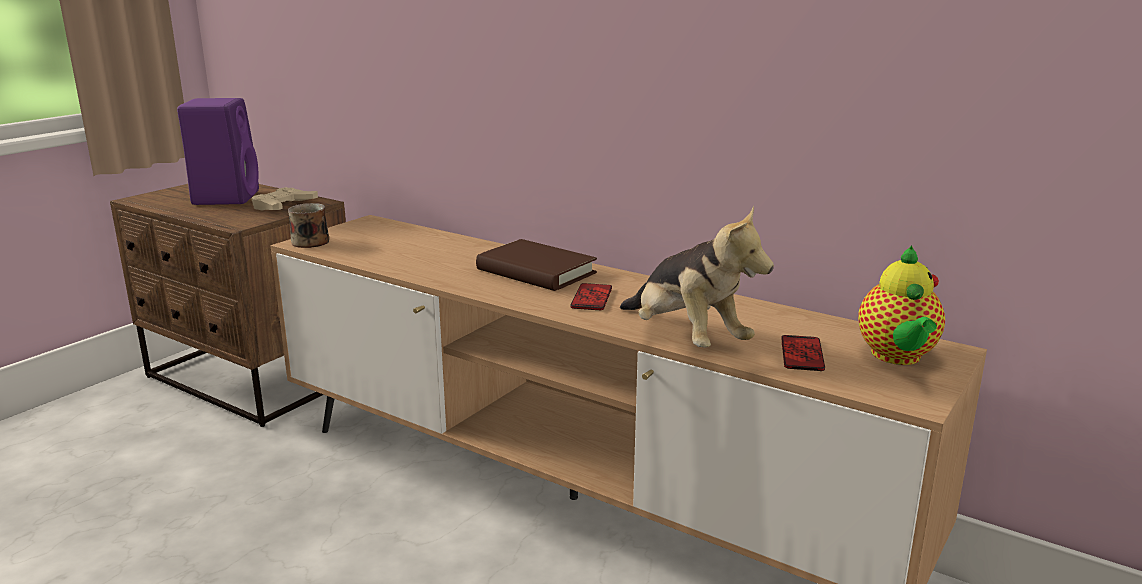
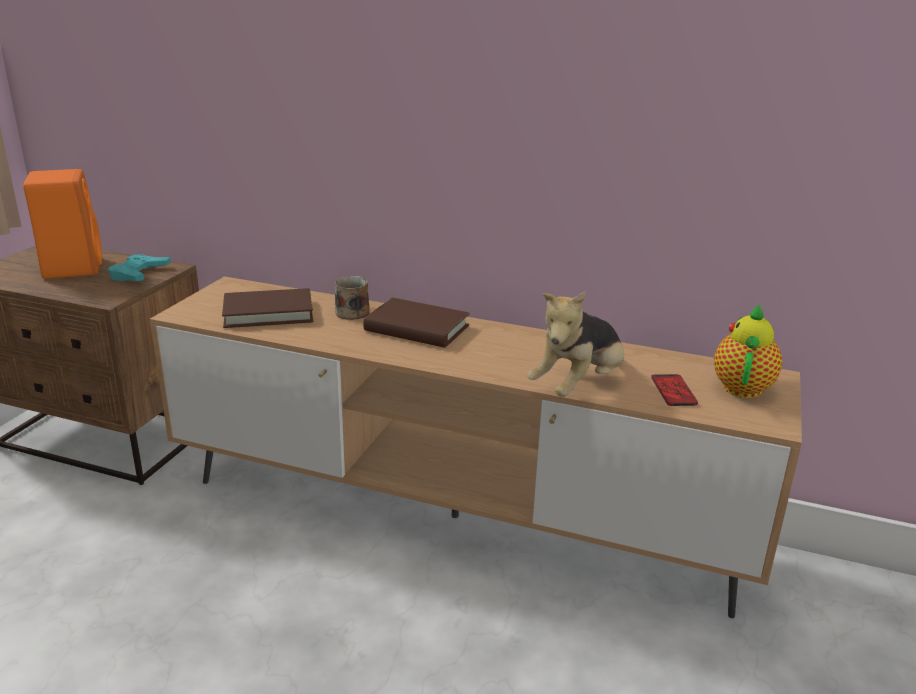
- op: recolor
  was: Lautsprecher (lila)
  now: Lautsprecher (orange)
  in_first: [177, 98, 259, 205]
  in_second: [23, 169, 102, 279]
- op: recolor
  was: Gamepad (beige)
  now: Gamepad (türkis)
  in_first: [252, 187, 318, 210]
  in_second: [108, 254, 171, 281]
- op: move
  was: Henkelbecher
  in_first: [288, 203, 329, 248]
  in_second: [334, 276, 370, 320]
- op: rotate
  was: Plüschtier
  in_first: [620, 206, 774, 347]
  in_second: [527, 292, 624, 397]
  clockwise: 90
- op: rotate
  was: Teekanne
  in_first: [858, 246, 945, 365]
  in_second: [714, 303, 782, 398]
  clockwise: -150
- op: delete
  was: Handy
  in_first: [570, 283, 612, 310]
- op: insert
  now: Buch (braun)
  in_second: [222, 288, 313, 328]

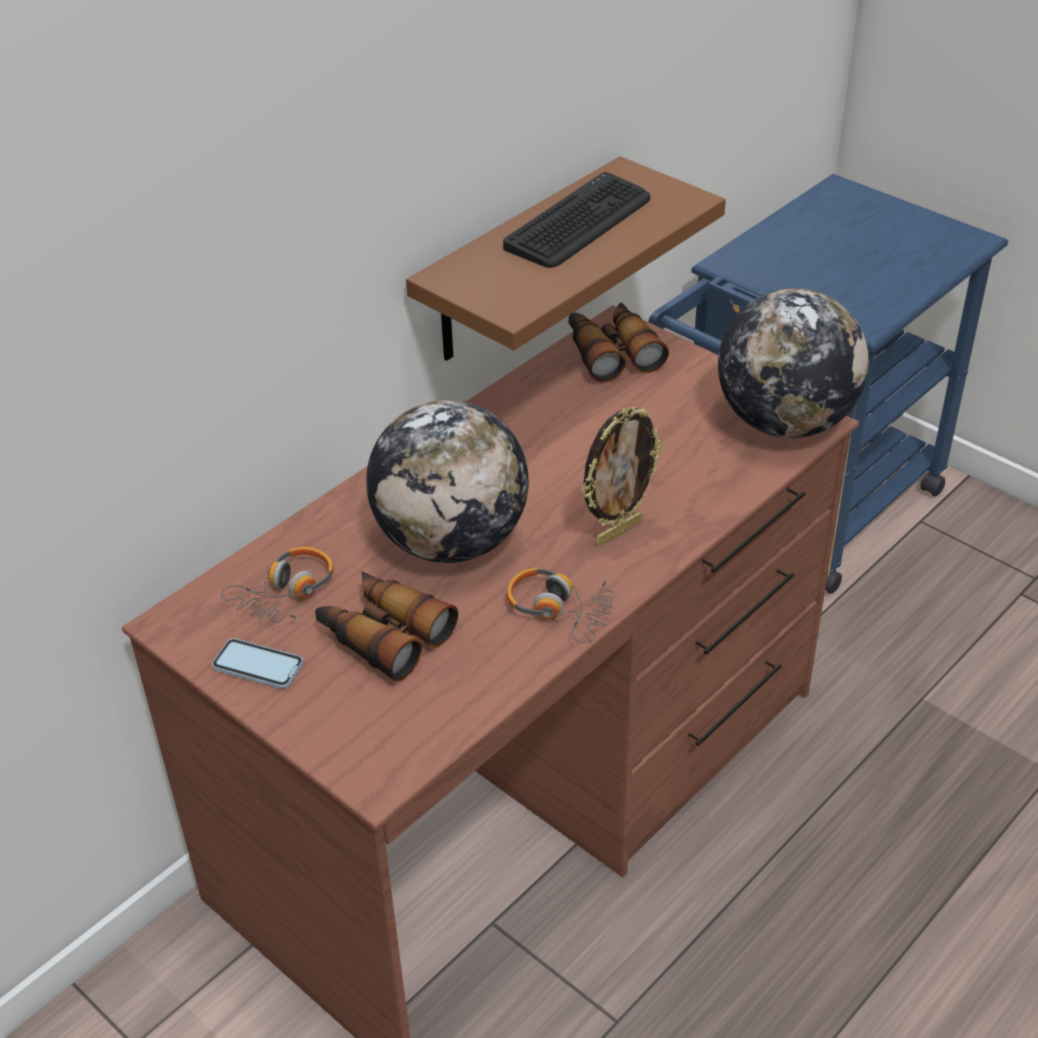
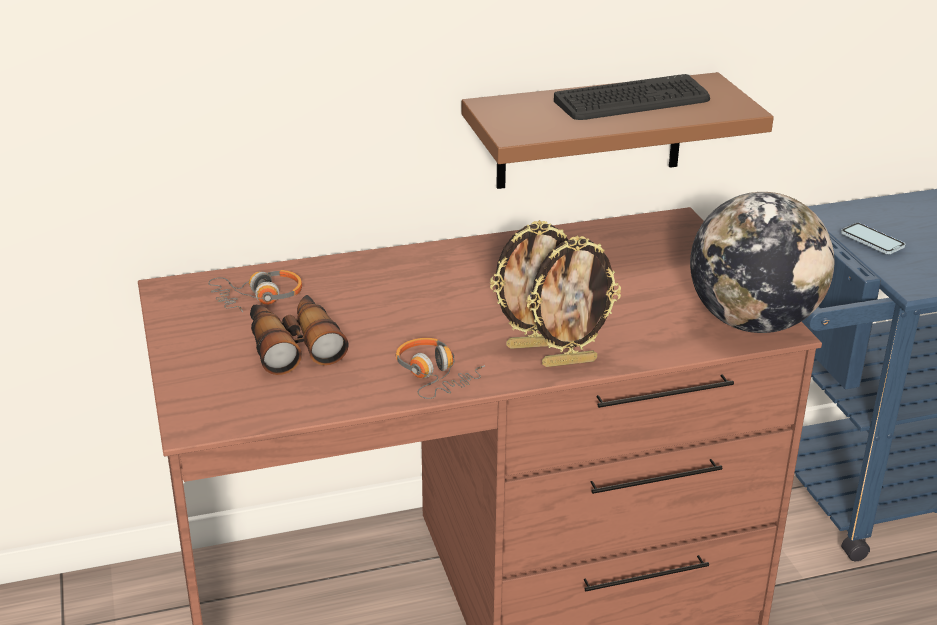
- op: delete
  was: Fernglas
  in_first: [568, 303, 669, 383]
- op: delete
  was: Globus
  in_first: [366, 400, 529, 563]
- op: move
  was: Handy
  in_first: [212, 638, 304, 689]
  in_second: [841, 223, 905, 254]
- op: insert
  now: Bilderrahmen
  in_second: [527, 236, 621, 367]

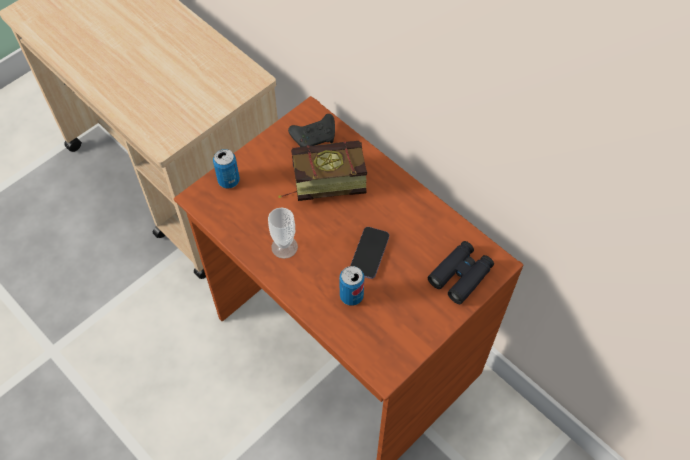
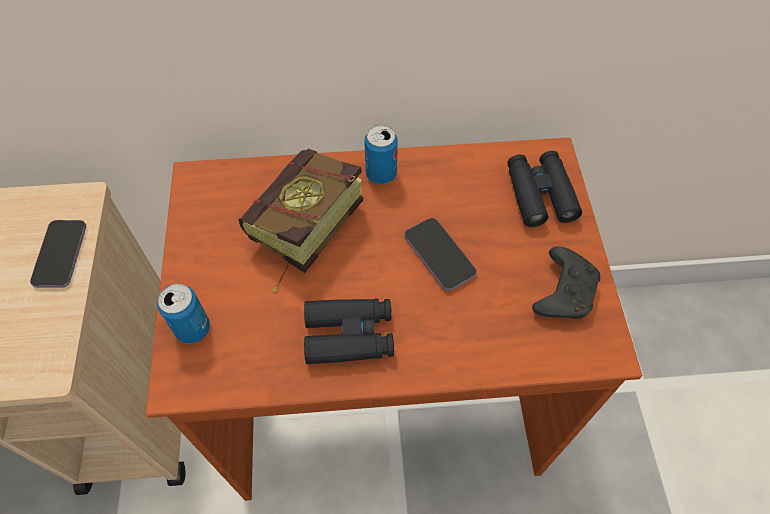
- op: move
  was: Gamepad (schwarz)
  in_first: [288, 114, 335, 147]
  in_second: [532, 246, 600, 319]
- op: replace
  was: Tasse
  now: Fernglas (schwarz)
  in_first: [268, 207, 298, 259]
  in_second: [304, 299, 394, 364]
- op: move
  was: Dose
  in_first: [340, 266, 364, 306]
  in_second: [364, 125, 398, 184]
- op: insert
  now: Handy
  in_second: [30, 220, 86, 288]

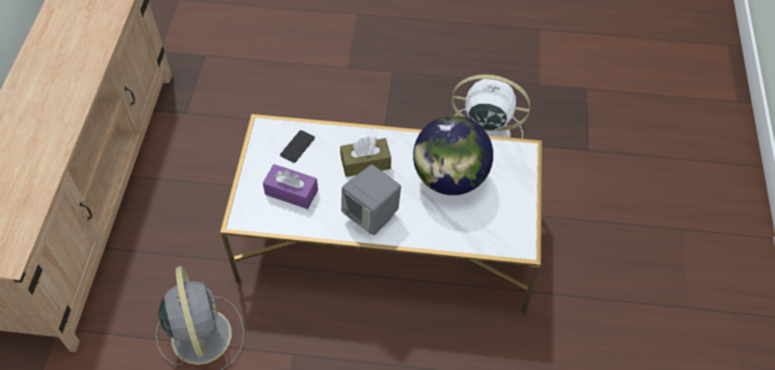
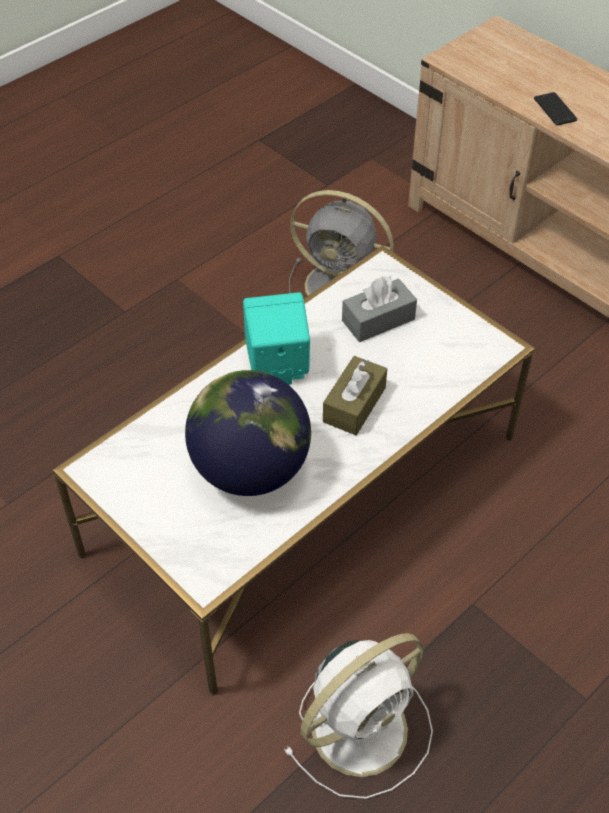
- op: move
  was: Handy
  in_first: [280, 130, 315, 163]
  in_second: [534, 92, 577, 126]
- op: recolor
  was: Taschentuchbox (lila)
  now: Taschentuchbox (grau)
  in_first: [263, 164, 318, 209]
  in_second: [342, 276, 417, 342]
- op: recolor
  was: Lautsprecher (grau)
  now: Lautsprecher (türkis)
  in_first: [341, 165, 401, 235]
  in_second: [243, 292, 310, 385]

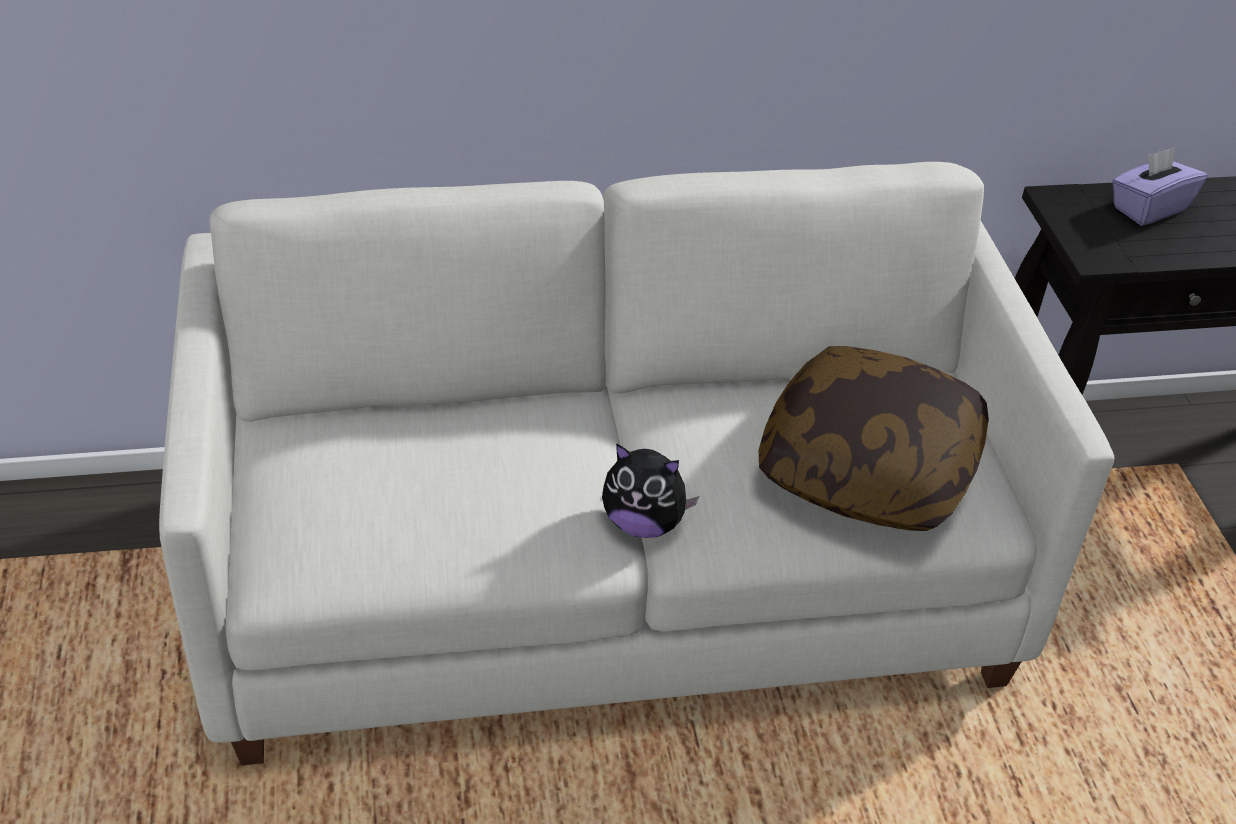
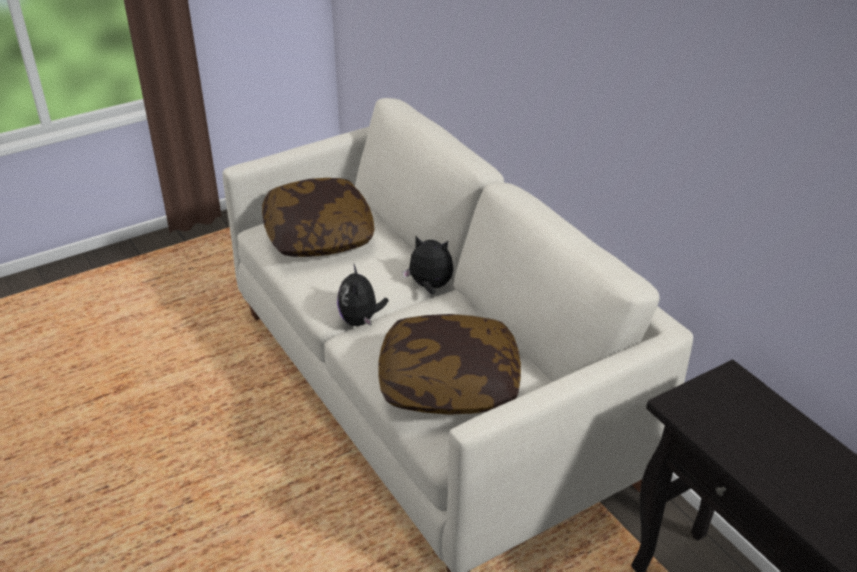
- op: delete
  was: Taschentuchbox (lila)
  in_first: [1112, 147, 1207, 225]
- op: insert
  now: Kissen
  in_second: [262, 178, 375, 257]
- op: insert
  now: Plüschtier
  in_second: [402, 236, 453, 294]

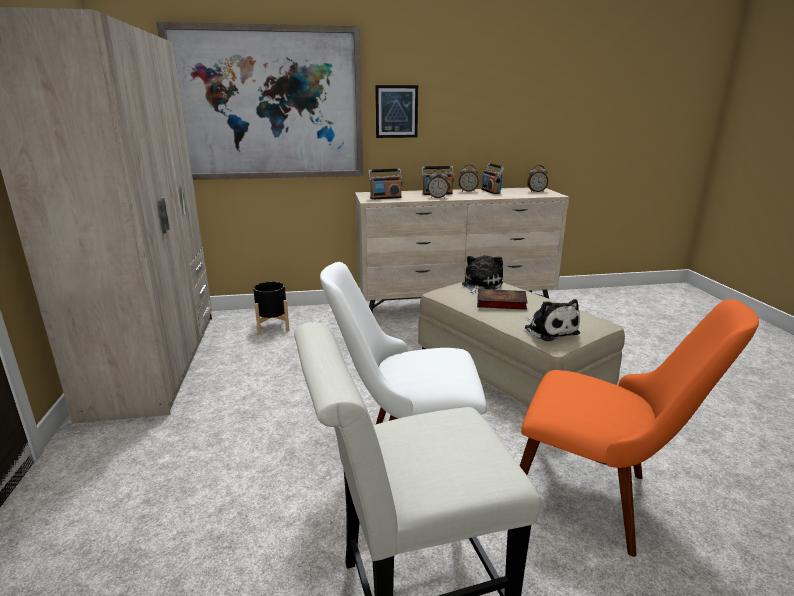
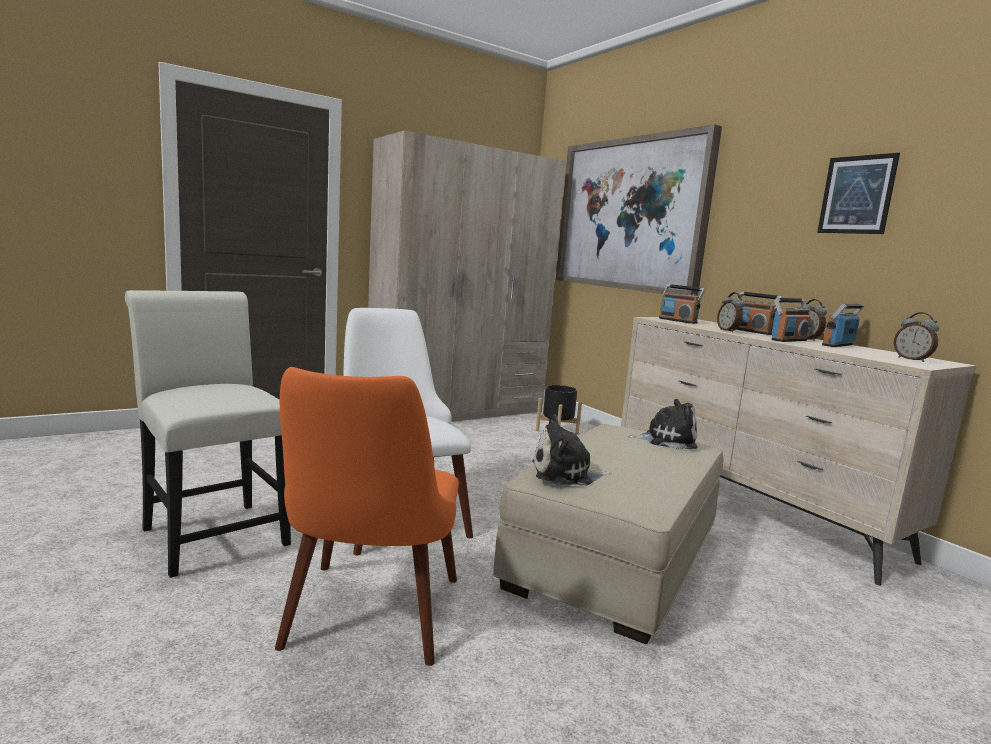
- op: move
  was: Bild
  in_first: [375, 85, 418, 138]
  in_second: [817, 153, 900, 234]
- op: delete
  was: Buch
  in_first: [477, 289, 528, 310]
- op: rotate
  was: Plüschtier
  in_first: [524, 299, 580, 342]
  in_second: [532, 415, 611, 486]
  clockwise: 45
- op: insert
  now: Radio
  in_second: [771, 298, 811, 342]

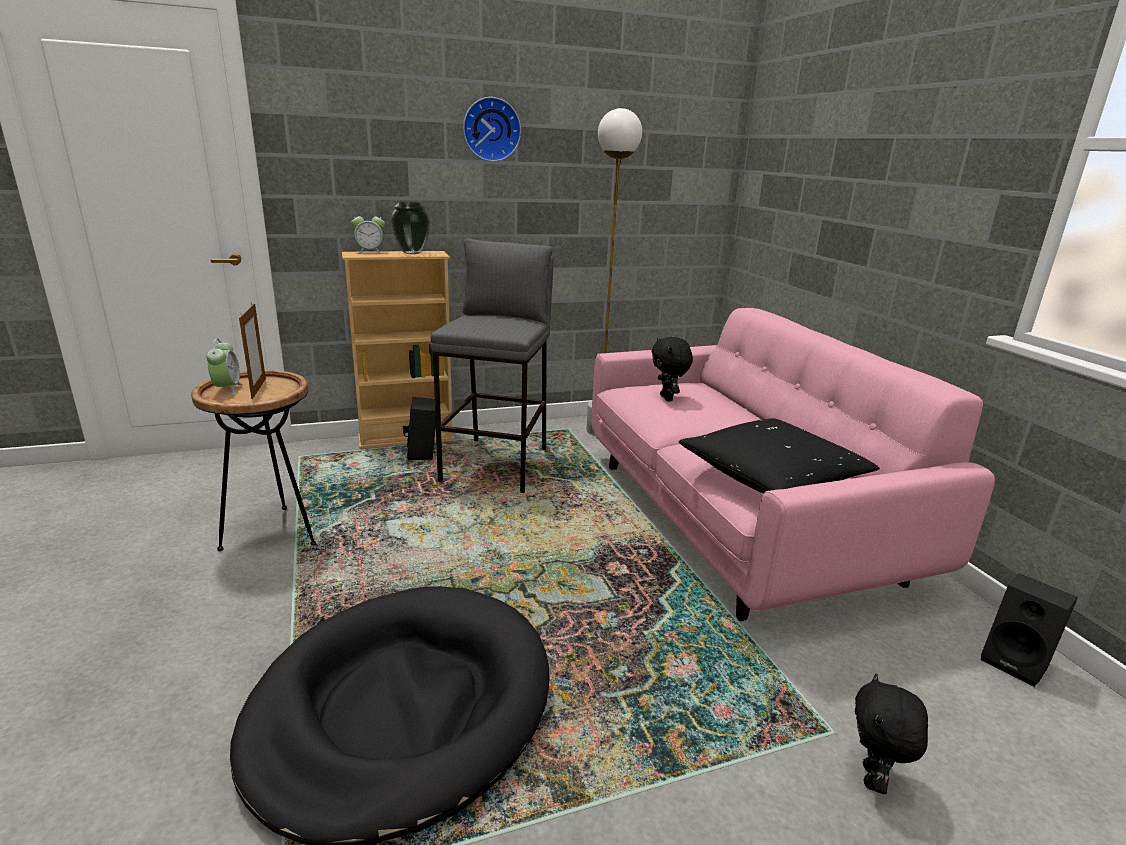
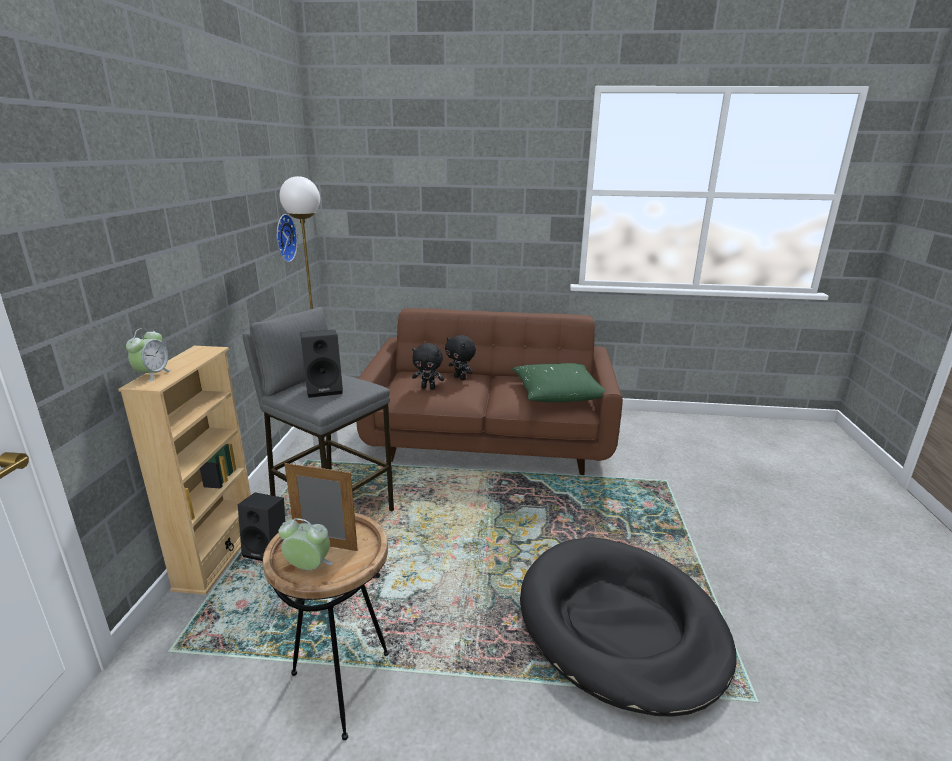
- op: move
  was: Wanduhr
  in_first: [463, 97, 521, 162]
  in_second: [276, 214, 298, 262]
- op: delete
  was: Vase
  in_first: [391, 202, 430, 254]
- op: recolor
  was: Sofa (rosa)
  now: Sofa (braun)
  in_first: [591, 308, 995, 621]
  in_second: [356, 308, 623, 475]
- op: recolor
  was: Kissen (schwarz)
  now: Kissen (grün)
  in_first: [678, 418, 880, 494]
  in_second: [512, 363, 606, 402]
- op: move
  was: Lautsprecher (schwarz)
  in_first: [981, 574, 1078, 687]
  in_second: [300, 330, 343, 398]
- op: move
  was: Plüschtier (schwarz)
  in_first: [855, 673, 928, 794]
  in_second: [445, 335, 476, 380]

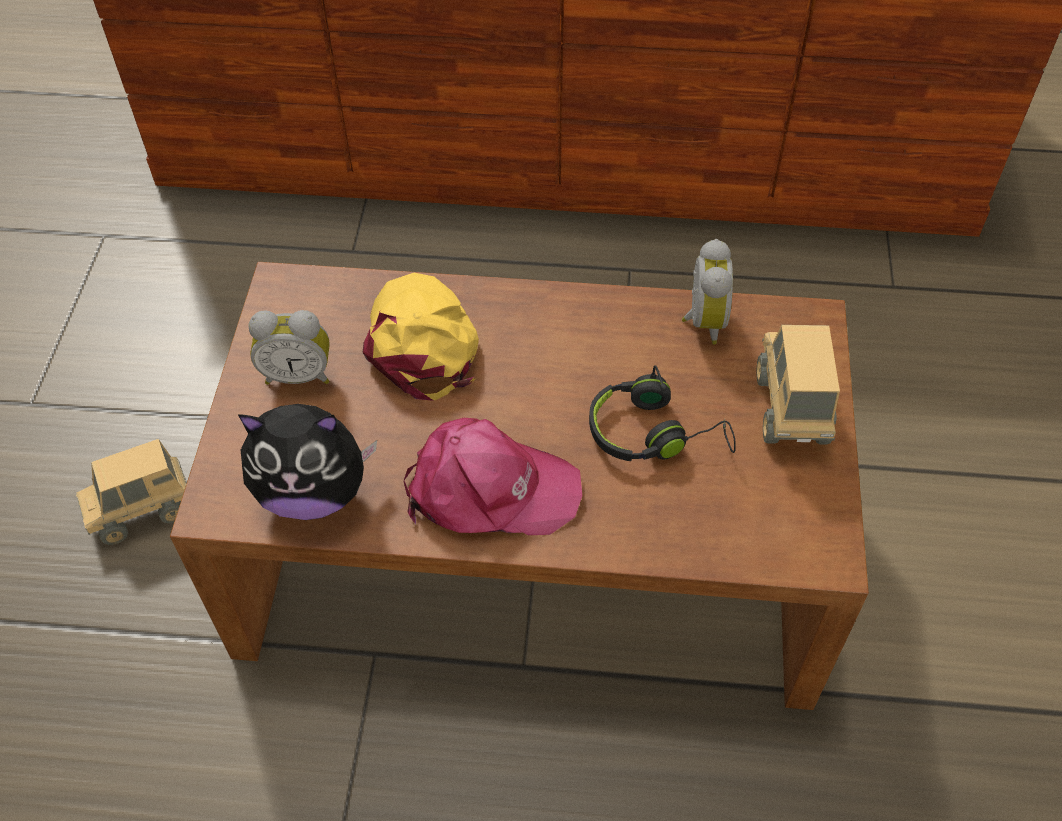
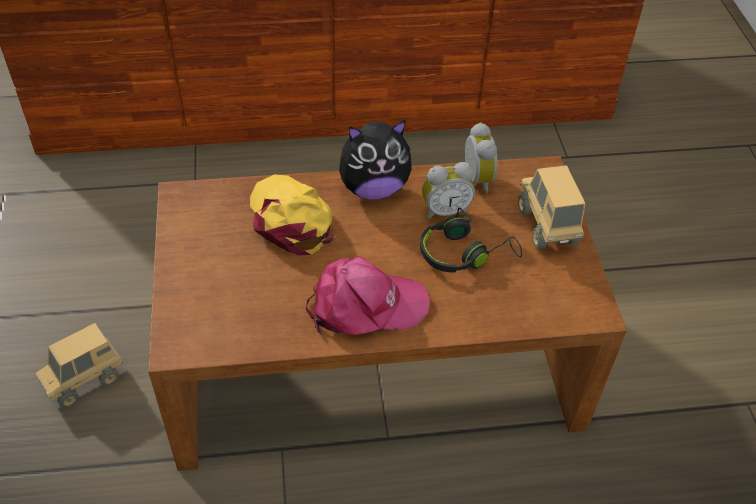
- op: move
  was: Wecker
  in_first: [249, 310, 330, 385]
  in_second: [422, 162, 475, 220]
- op: move
  was: Plüschtier
  in_first: [238, 404, 377, 520]
  in_second: [339, 120, 412, 199]

